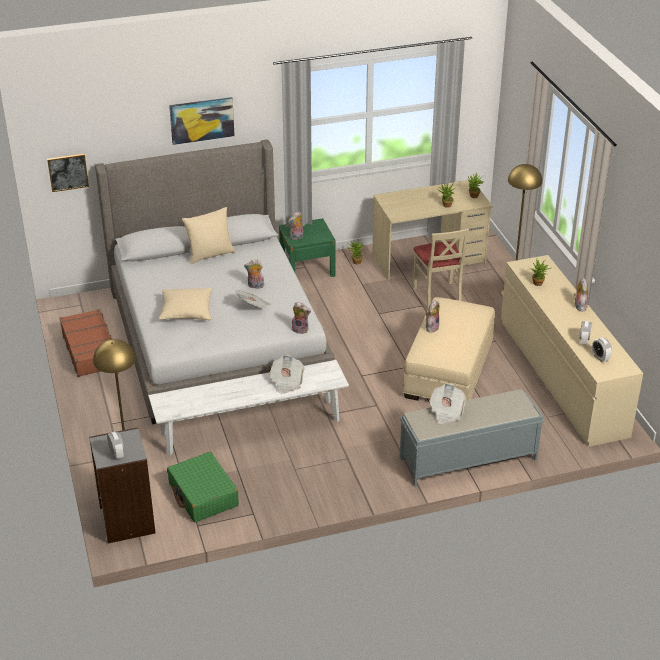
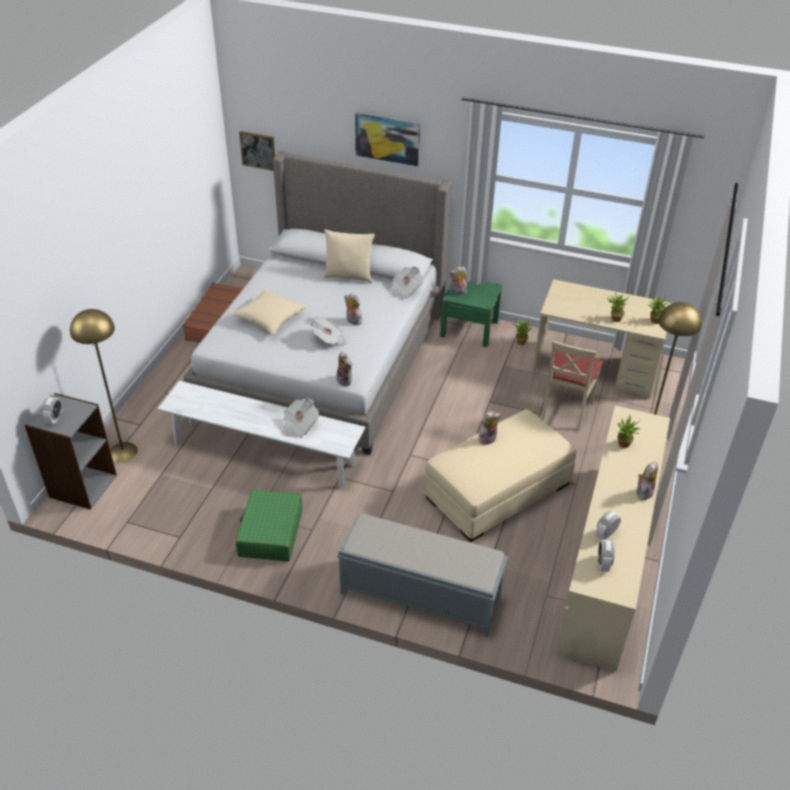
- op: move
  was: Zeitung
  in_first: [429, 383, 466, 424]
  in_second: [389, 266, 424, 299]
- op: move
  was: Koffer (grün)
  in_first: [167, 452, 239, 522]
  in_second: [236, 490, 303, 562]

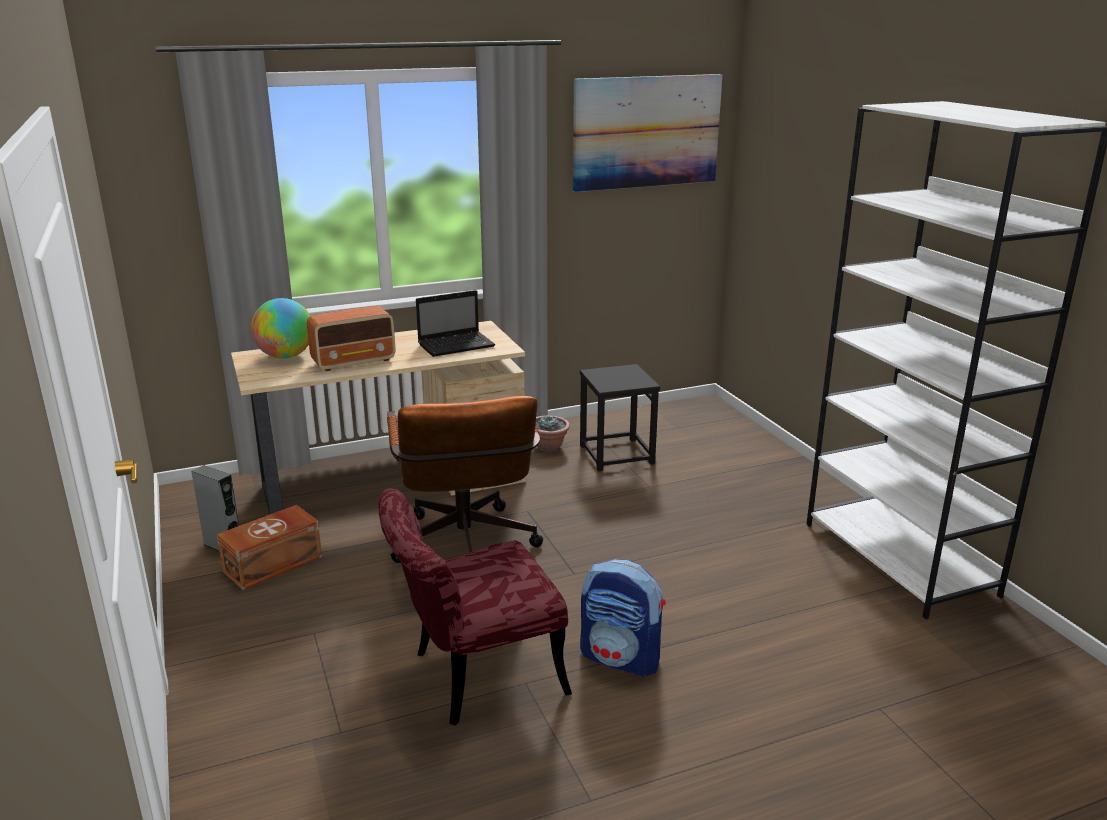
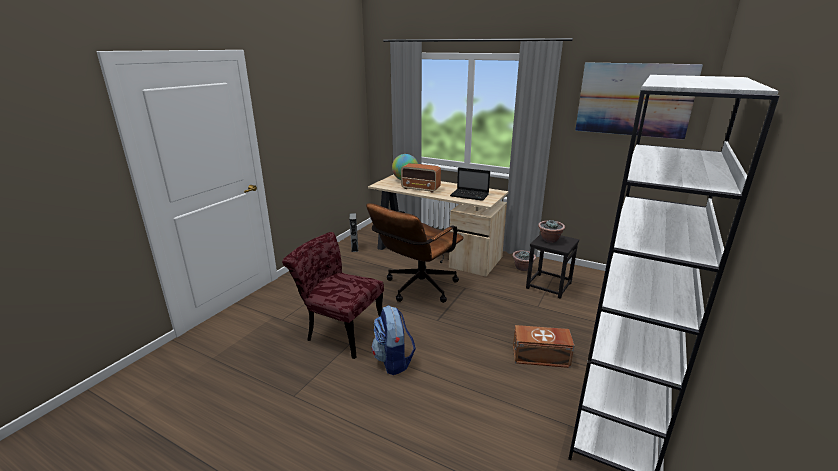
- op: move
  was: Aufbewahrungsbox (braun)
  in_first: [217, 505, 322, 590]
  in_second: [513, 325, 574, 368]
- op: insert
  now: Topfpflanze
  in_second: [538, 220, 565, 243]

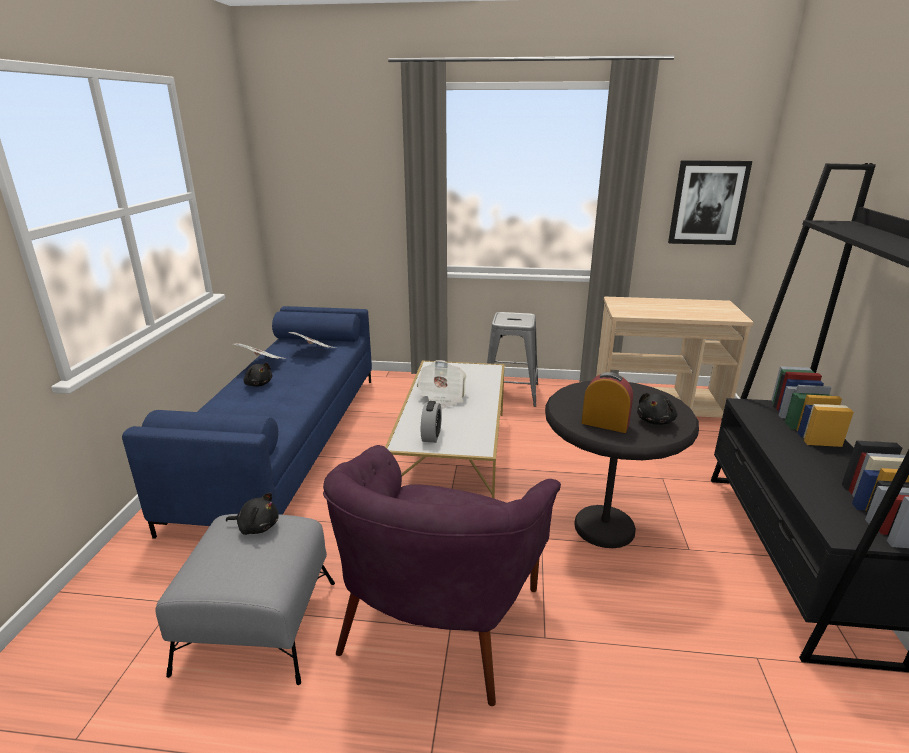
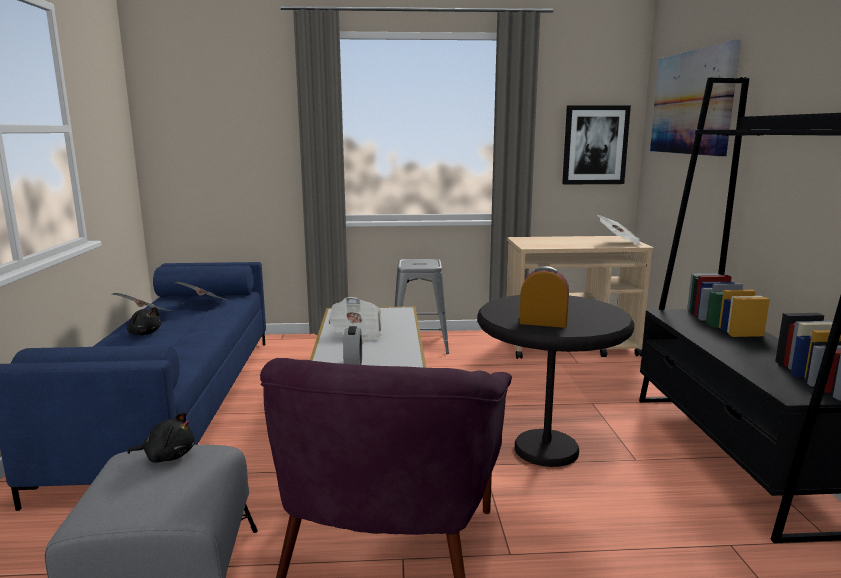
- op: delete
  was: Plüschtier (schwarz)
  in_first: [637, 392, 678, 425]
- op: insert
  now: Bild
  in_second: [650, 39, 741, 157]
- op: insert
  now: Zeitung
  in_second: [597, 215, 642, 246]

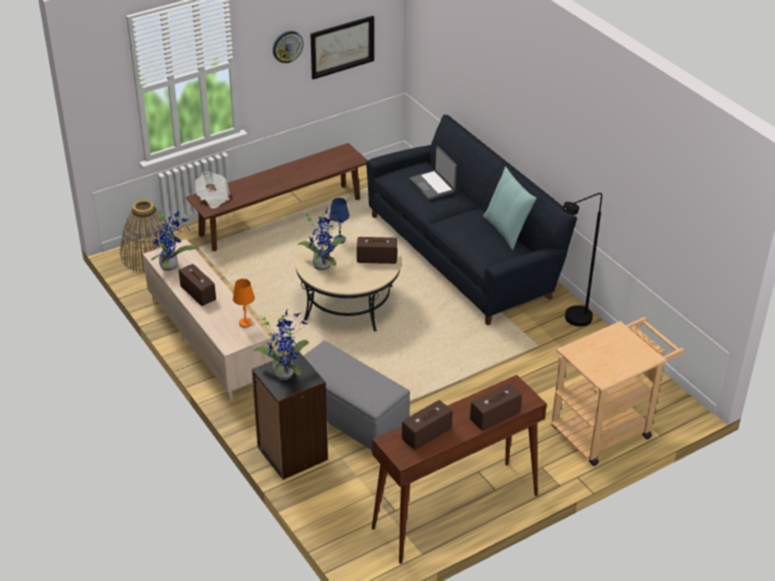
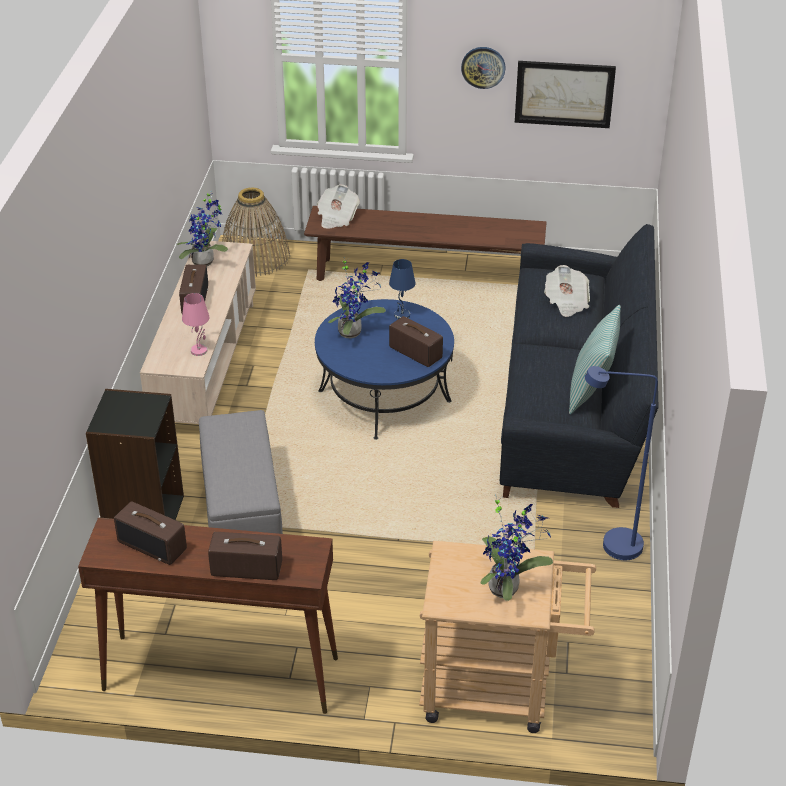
- op: replace
  was: Laptop
  now: Zeitung
  in_first: [409, 146, 457, 200]
  in_second: [544, 265, 590, 317]
- op: recolor
  was: Stehlampe (schwarz)
  now: Stehlampe (blau)
  in_first: [562, 193, 602, 327]
  in_second: [585, 366, 658, 560]
- op: recolor
  was: Couchtisch (beige)
  now: Couchtisch (blau)
  in_first: [295, 229, 401, 331]
  in_second: [315, 299, 454, 440]
- op: recolor
  was: Tischlampe (orange)
  now: Tischlampe (rosa)
  in_first: [233, 279, 255, 328]
  in_second: [182, 293, 210, 356]
- op: move
  was: Topfpflanze
  in_first: [254, 309, 309, 380]
  in_second: [481, 495, 553, 601]
- op: rotate
  was: Radio
  in_first: [402, 400, 453, 450]
  in_second: [114, 501, 187, 565]
  clockwise: -150

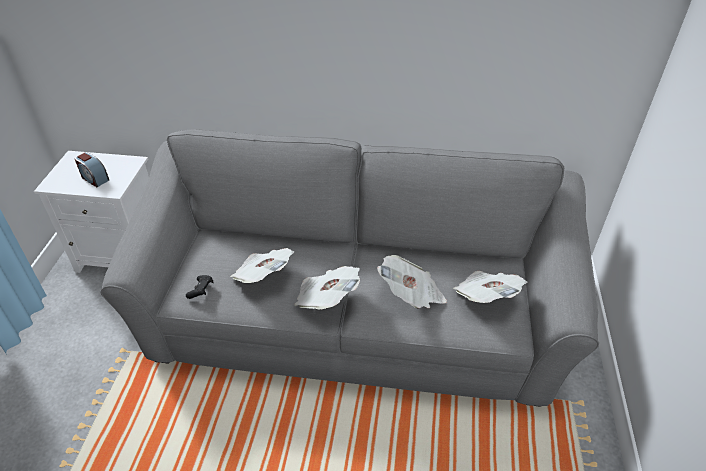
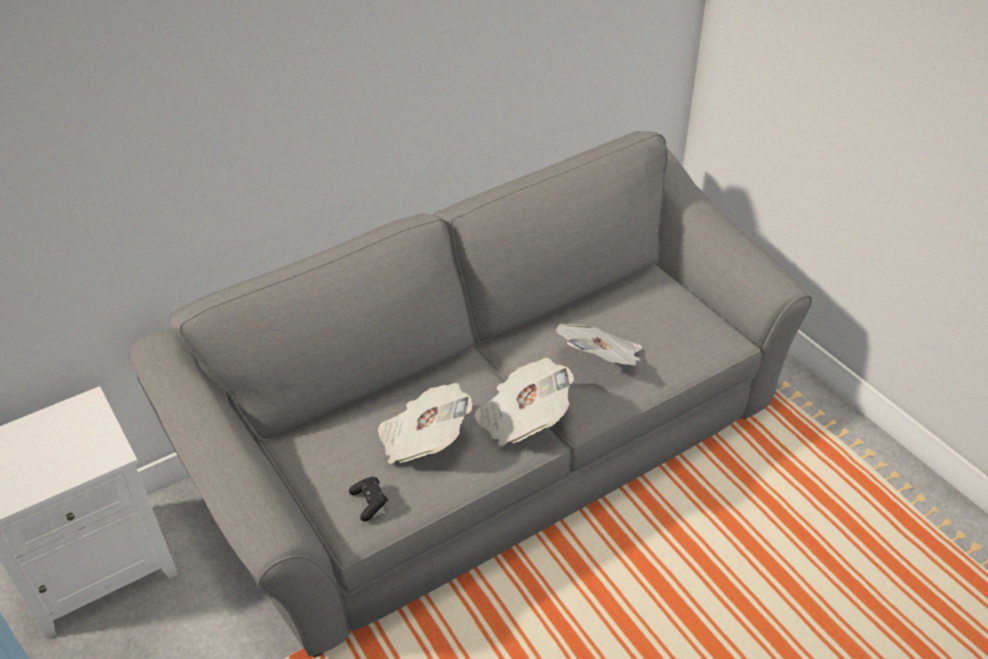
- op: delete
  was: Wecker
  in_first: [75, 152, 109, 187]
- op: delete
  was: Zeitung
  in_first: [453, 271, 528, 303]

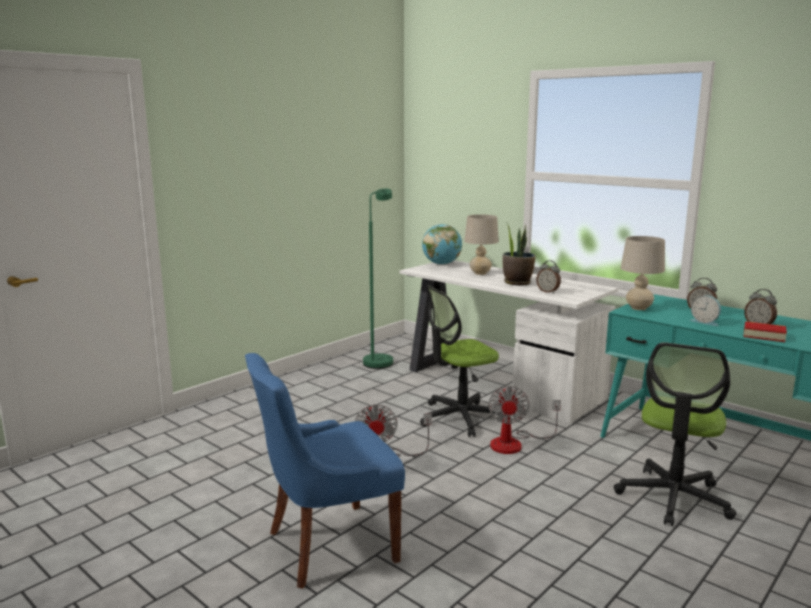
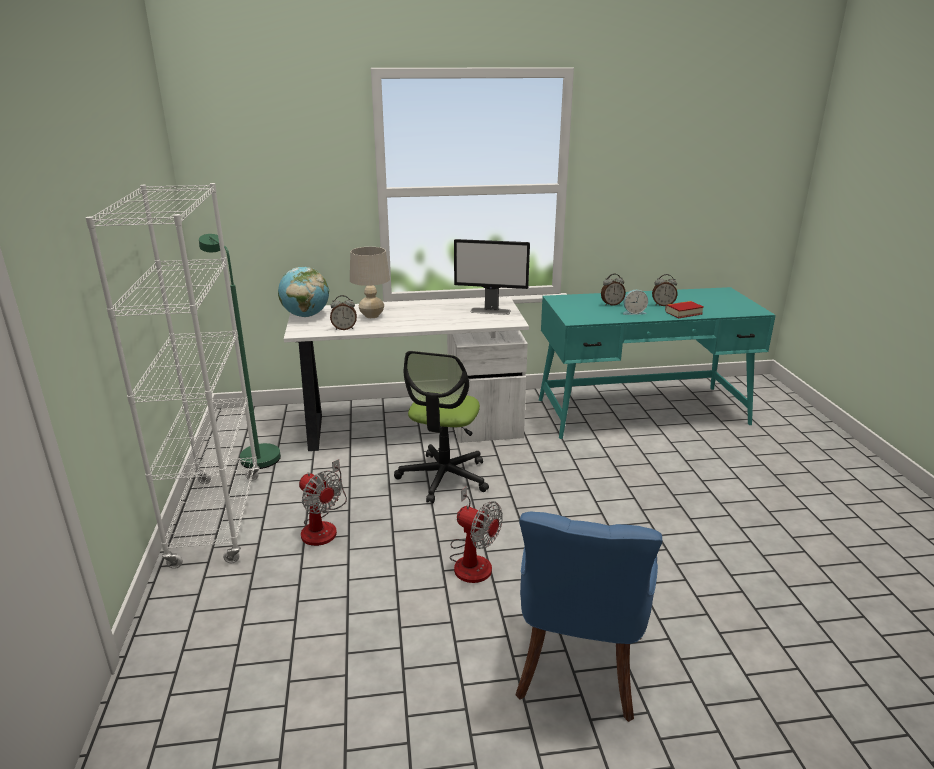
- op: delete
  was: Topfpflanze
  in_first: [503, 222, 536, 286]
- op: delete
  was: Tischlampe (beige)
  in_first: [621, 236, 665, 310]
- op: move
  was: Wecker
  in_first: [536, 260, 561, 293]
  in_second: [330, 295, 357, 330]
- op: delete
  was: Bürostuhl
  in_first: [614, 342, 737, 526]
- op: move
  was: Ventilator
  in_first: [488, 386, 561, 454]
  in_second: [299, 459, 347, 546]
- op: insert
  now: Bücherregal (weiß)
  in_second: [86, 183, 260, 569]
- op: insert
  now: Monitor
  in_second: [454, 239, 530, 315]

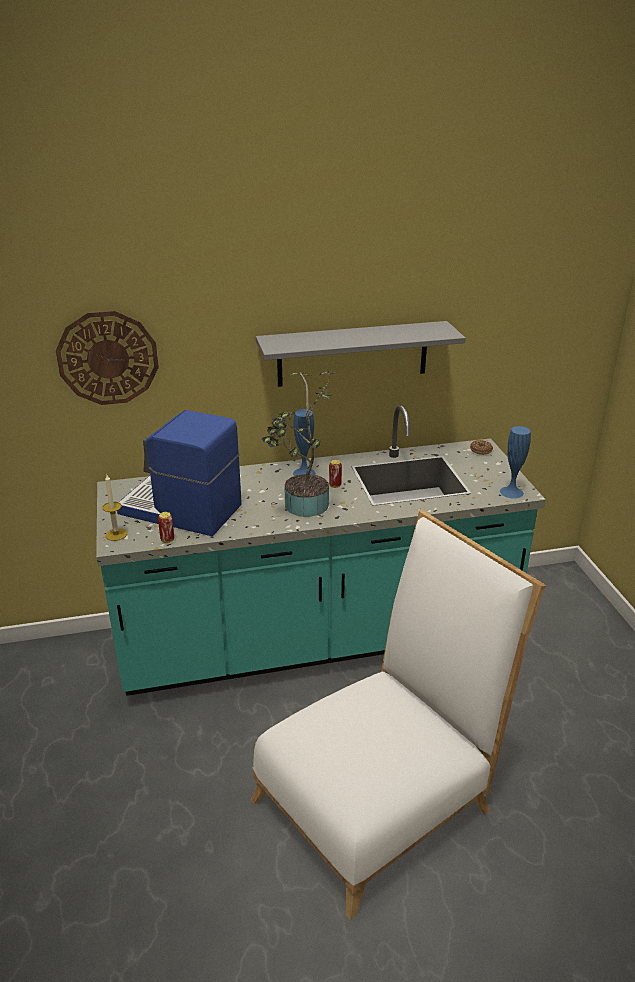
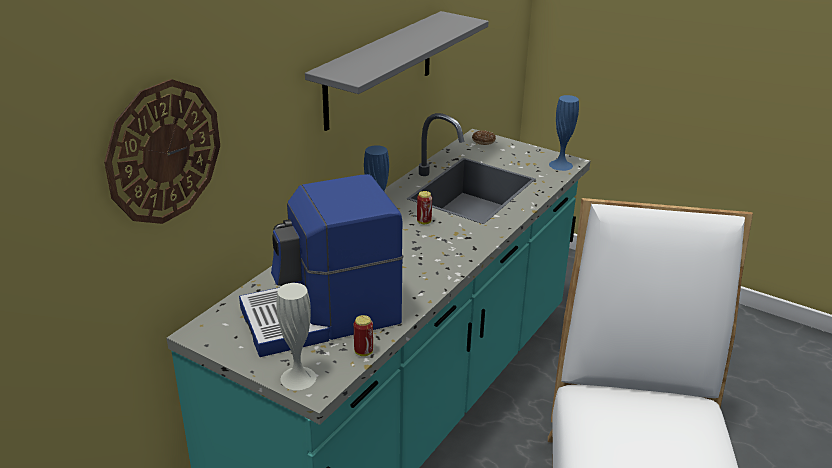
- op: delete
  was: Topfpflanze
  in_first: [262, 371, 338, 517]
- op: replace
  was: Kerze
  now: Vase (weiß)
  in_first: [102, 475, 127, 541]
  in_second: [276, 283, 316, 390]

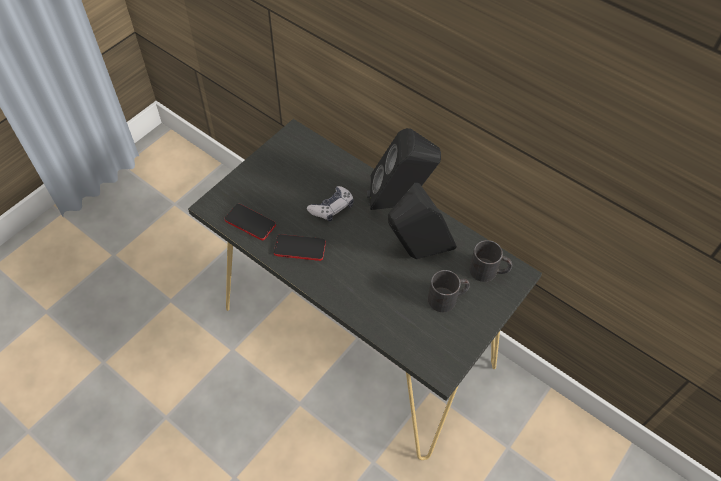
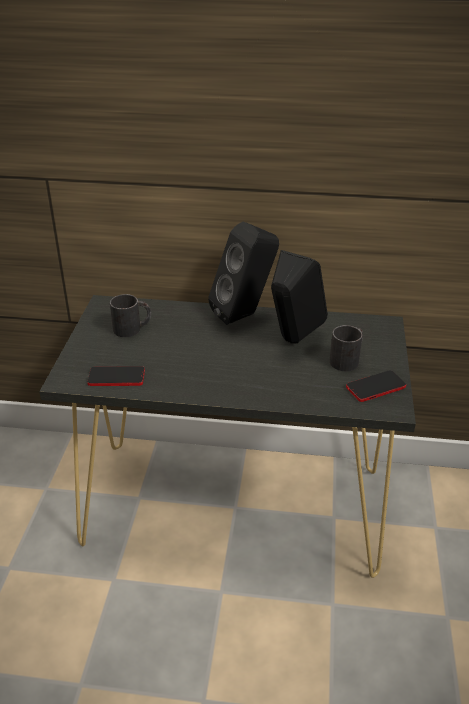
- op: delete
  was: Gamepad
  in_first: [307, 186, 354, 222]
- op: move
  was: Handy
  in_first: [274, 234, 326, 261]
  in_second: [346, 370, 406, 402]
- op: move
  was: Henkelbecher (schwarz)
  in_first: [469, 240, 512, 282]
  in_second: [110, 294, 151, 337]

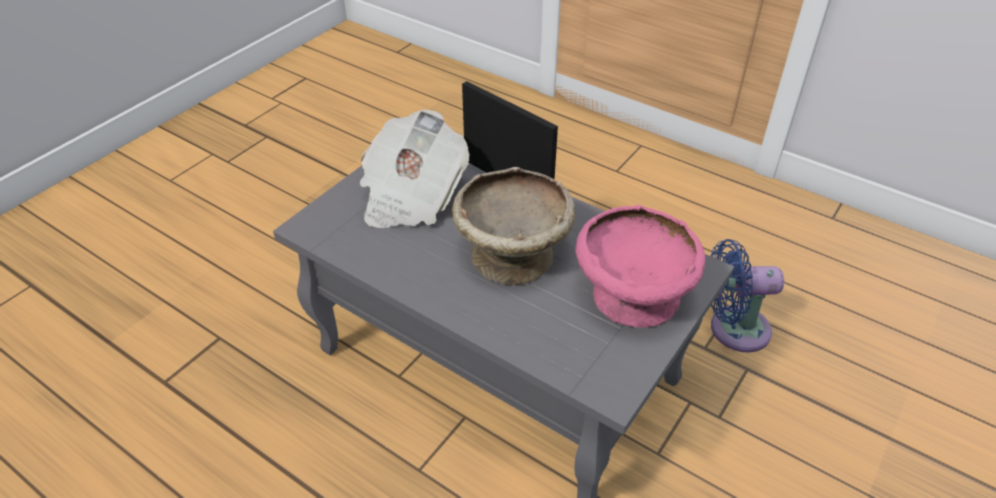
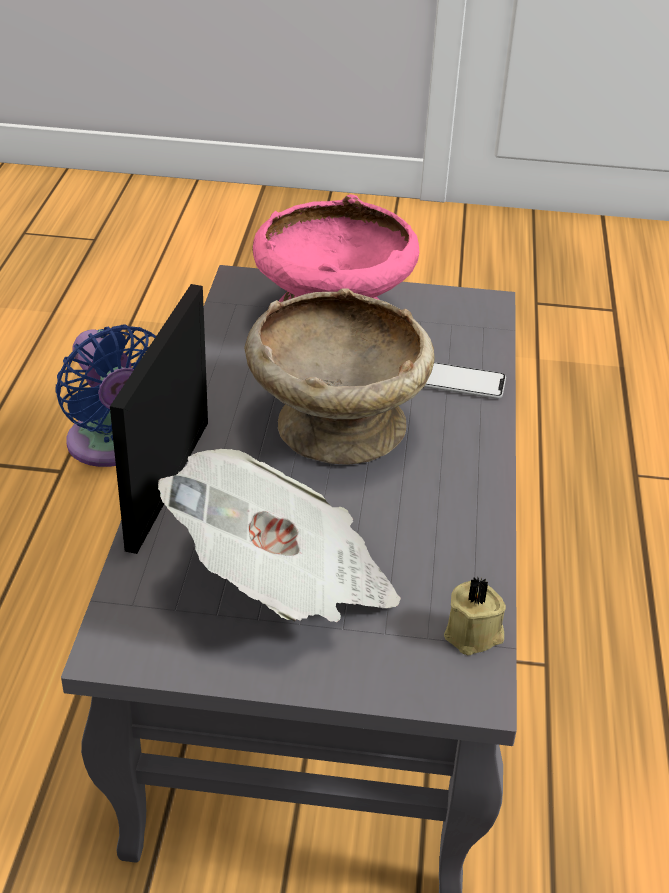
- op: insert
  now: Handy
  in_second: [424, 362, 506, 399]
- op: insert
  now: Kerze (beige)
  in_second: [444, 578, 506, 655]

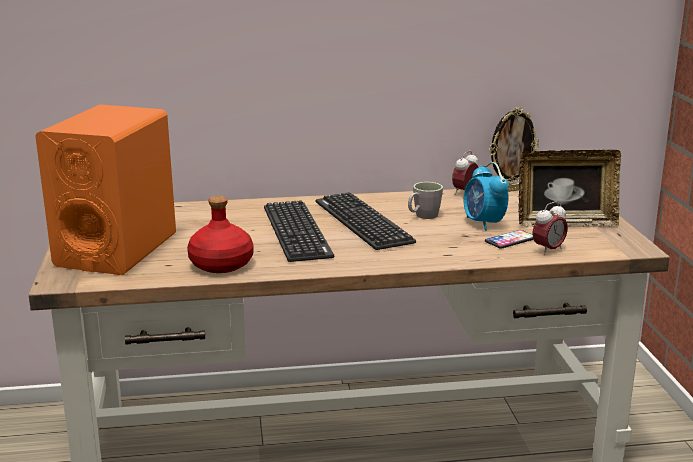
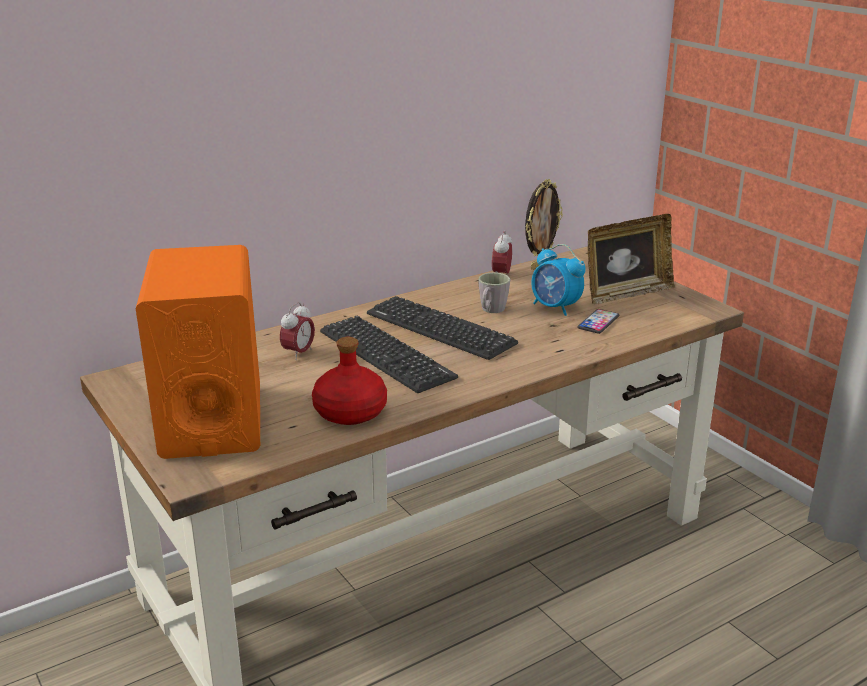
- op: move
  was: Wecker
  in_first: [532, 201, 568, 255]
  in_second: [280, 302, 315, 360]

